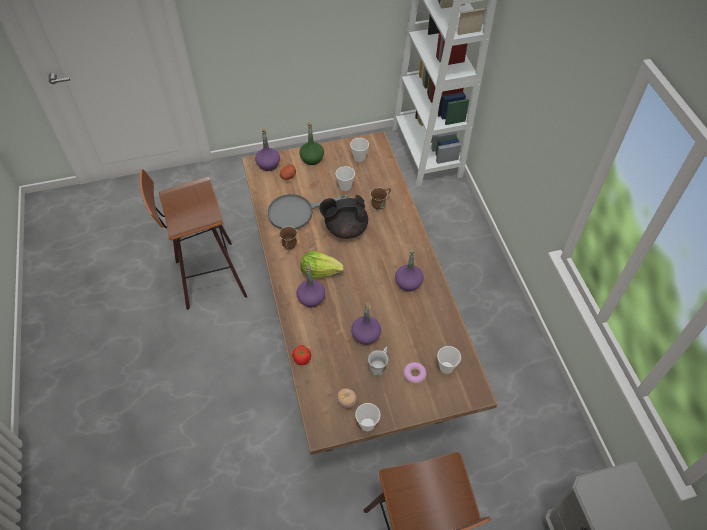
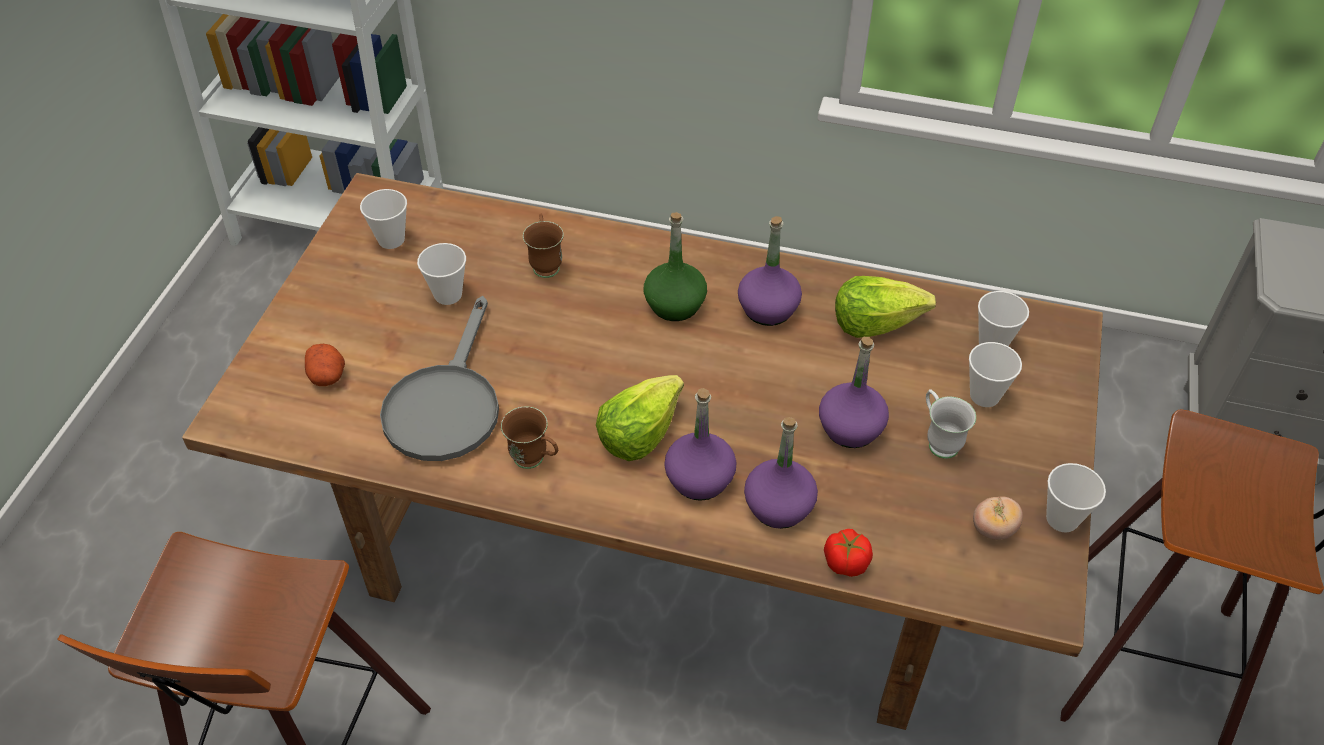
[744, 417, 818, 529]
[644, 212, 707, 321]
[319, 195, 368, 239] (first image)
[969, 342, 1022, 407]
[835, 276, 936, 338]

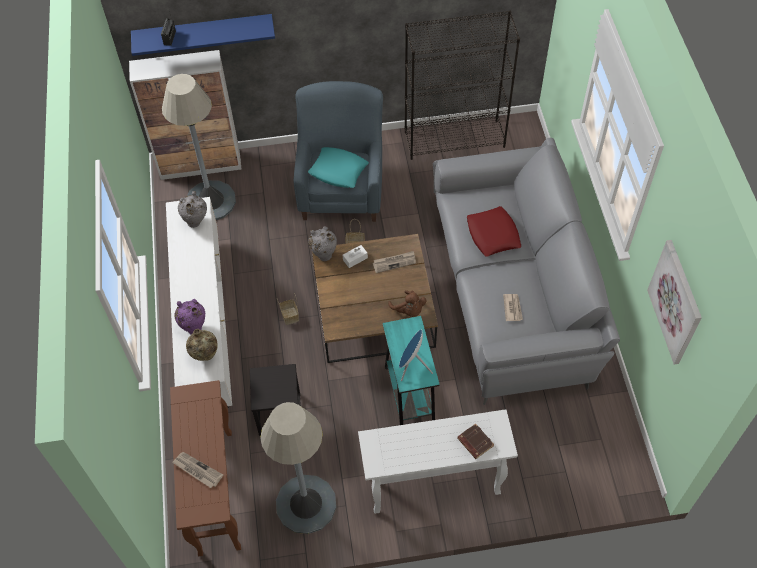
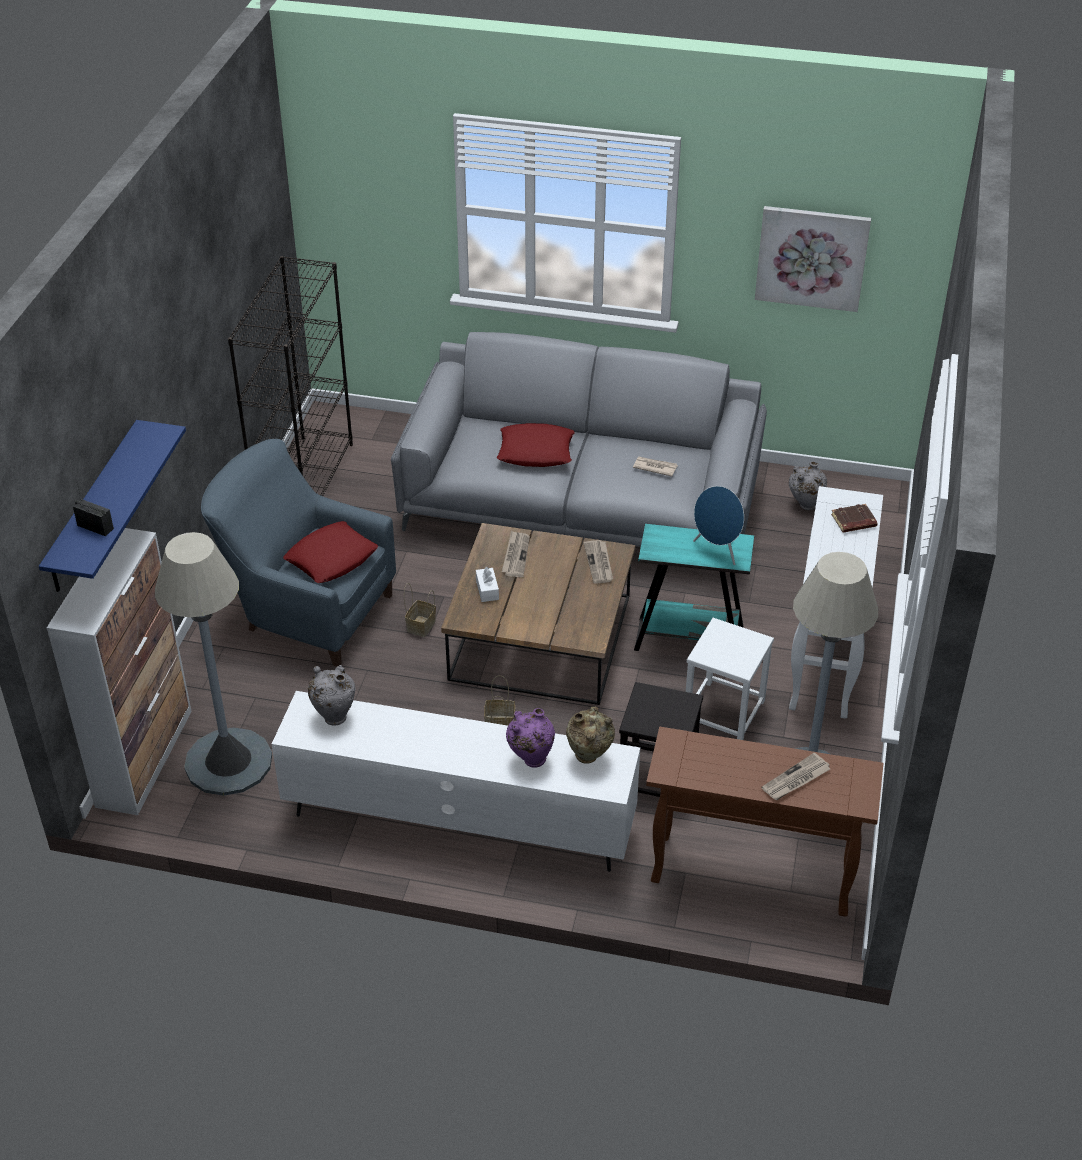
[283, 521, 378, 583]
[789, 461, 827, 510]
[584, 540, 613, 584]
[686, 618, 774, 740]

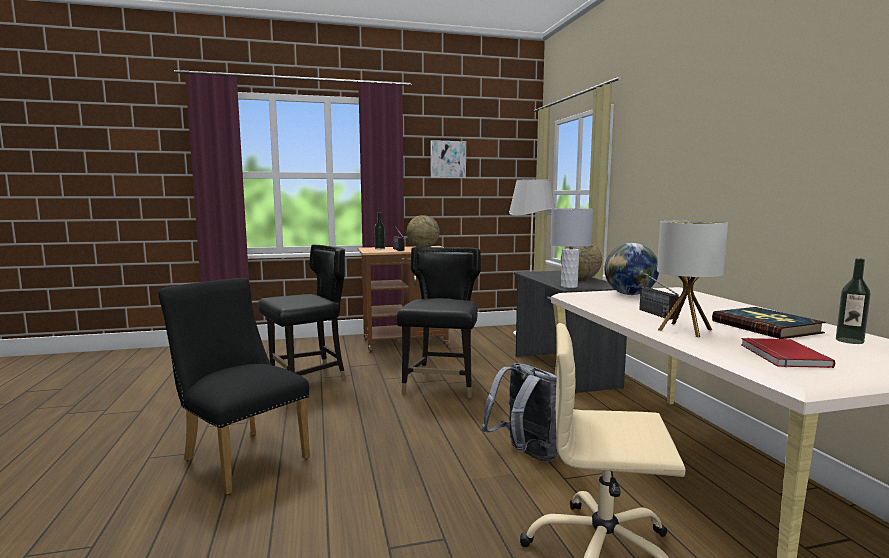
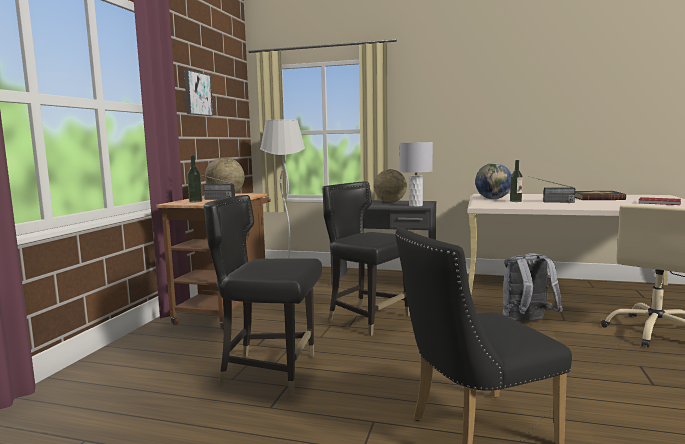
[204, 195, 322, 395]
[657, 221, 728, 337] (first image)
[510, 160, 523, 202]

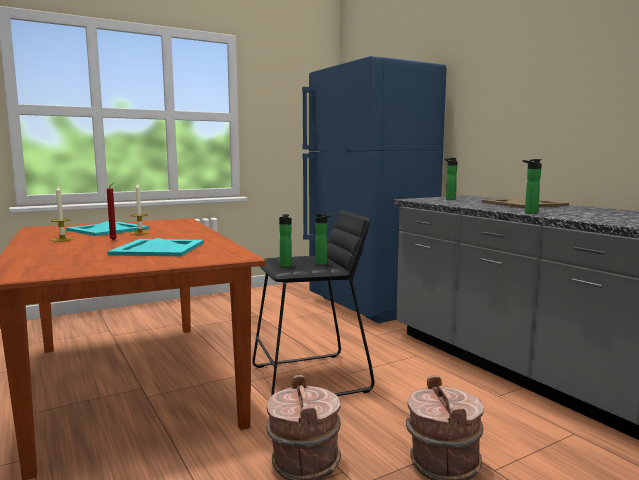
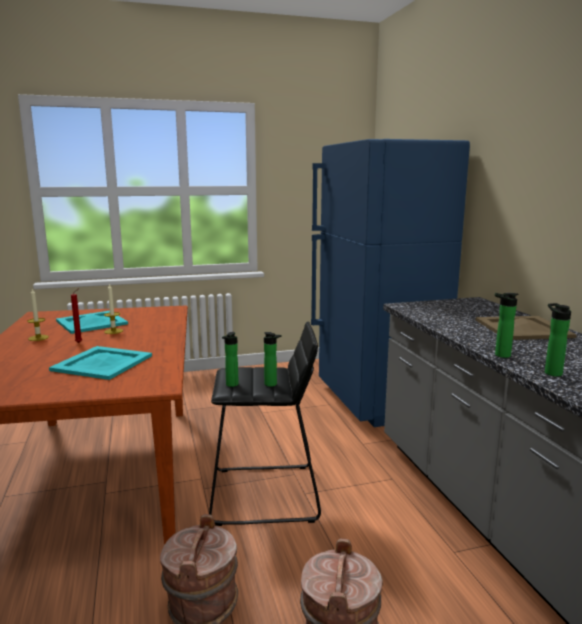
[545, 303, 571, 376]

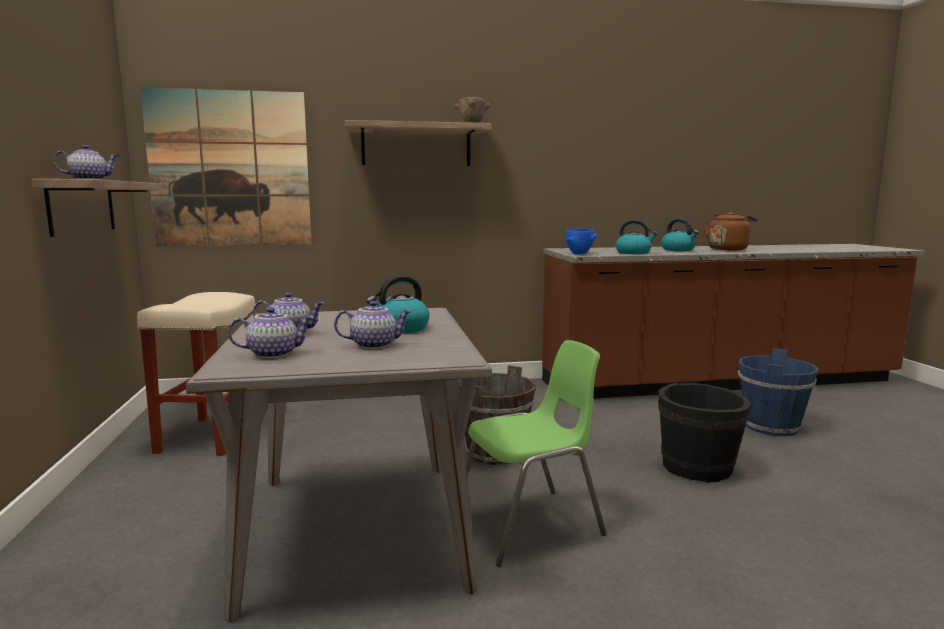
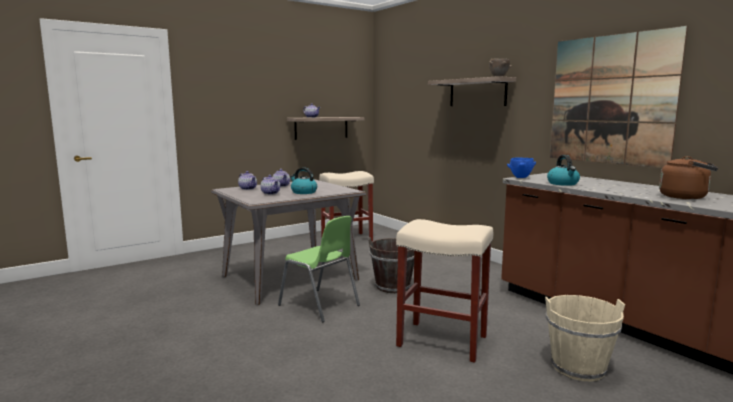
[550, 26, 688, 168]
[396, 219, 493, 363]
[661, 219, 699, 251] (first image)
[545, 295, 625, 382]

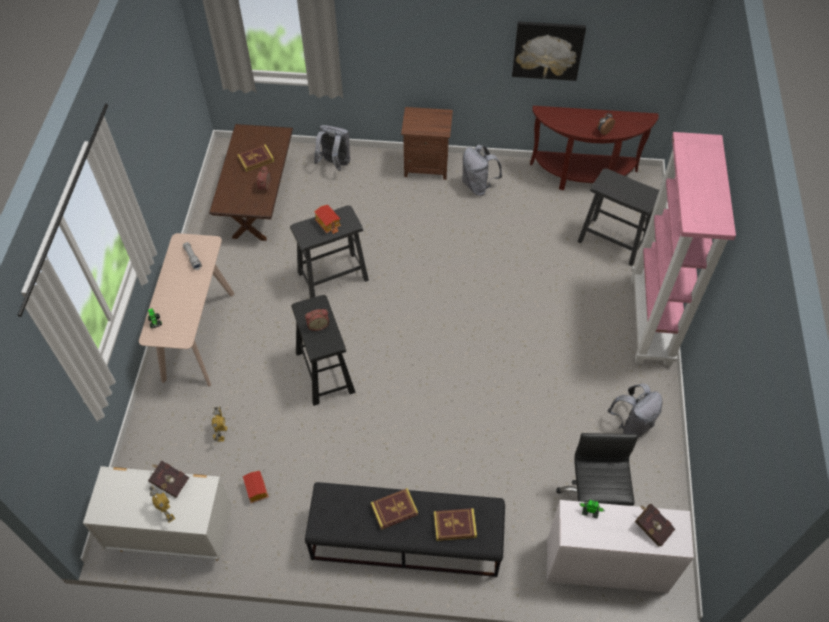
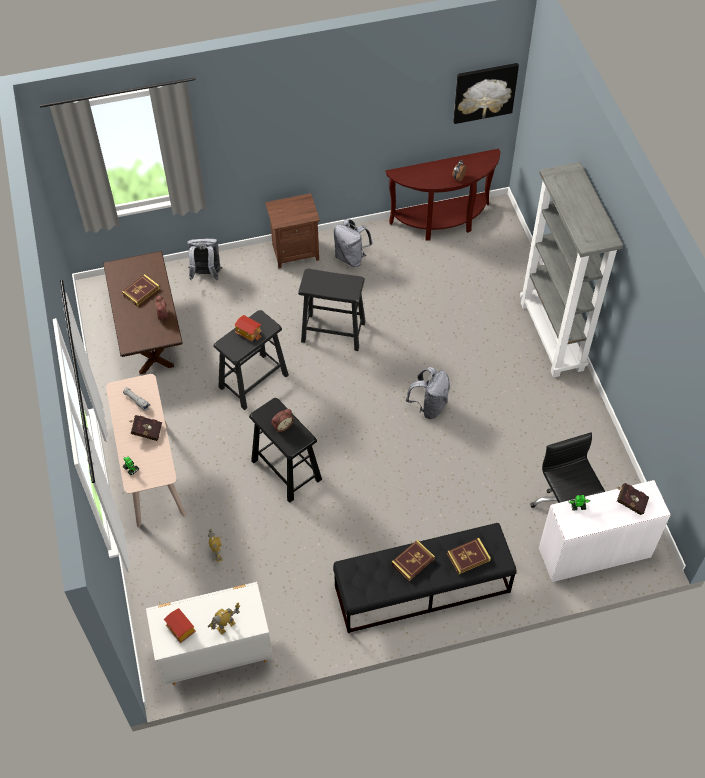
[130, 415, 162, 441]
[208, 602, 240, 634]
[164, 608, 196, 643]
[453, 63, 519, 124]
[298, 268, 366, 351]
[406, 367, 450, 419]
[520, 162, 623, 378]

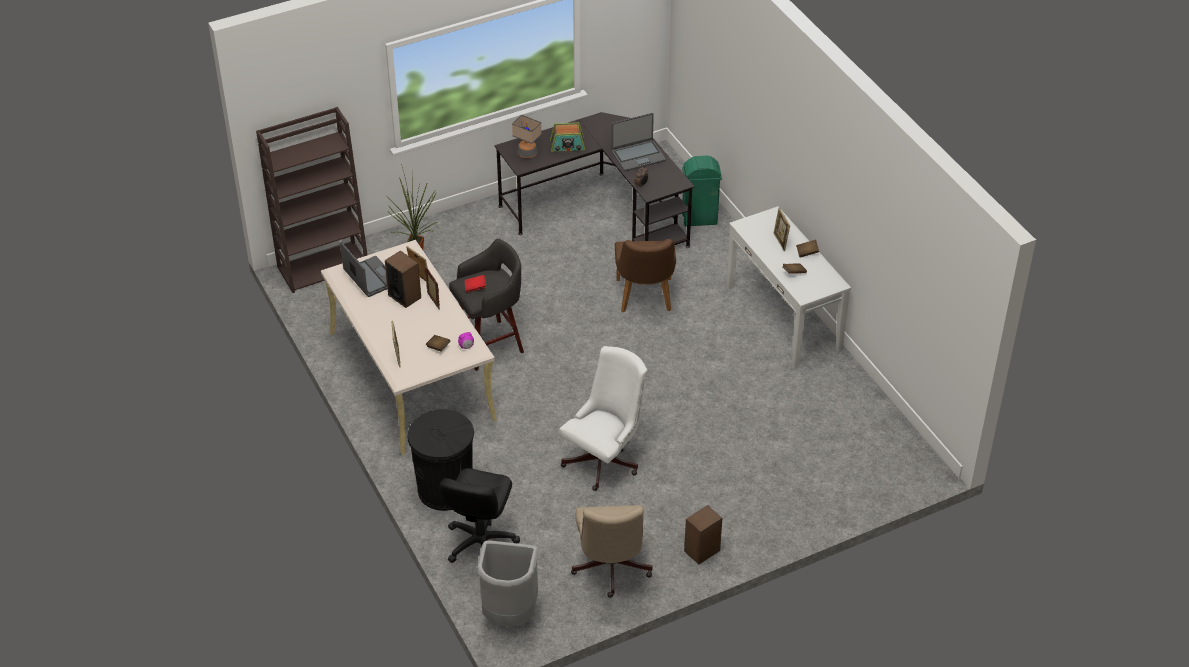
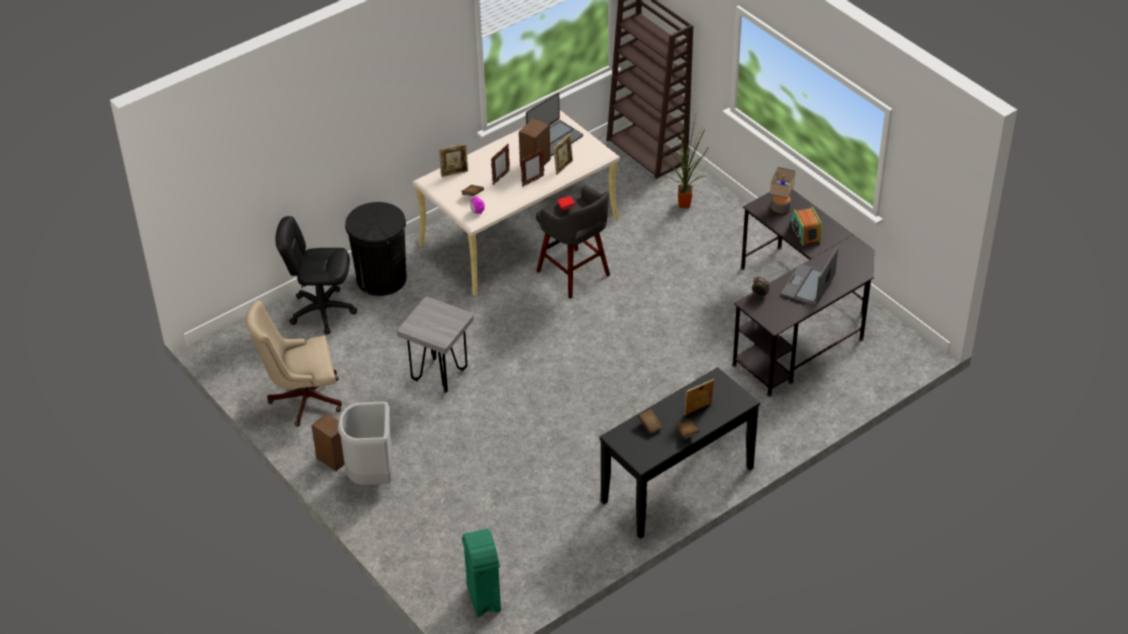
[338, 401, 393, 485]
[397, 296, 474, 393]
[781, 247, 838, 306]
[615, 239, 676, 313] (first image)
[462, 529, 501, 617]
[599, 367, 760, 539]
[491, 144, 510, 185]

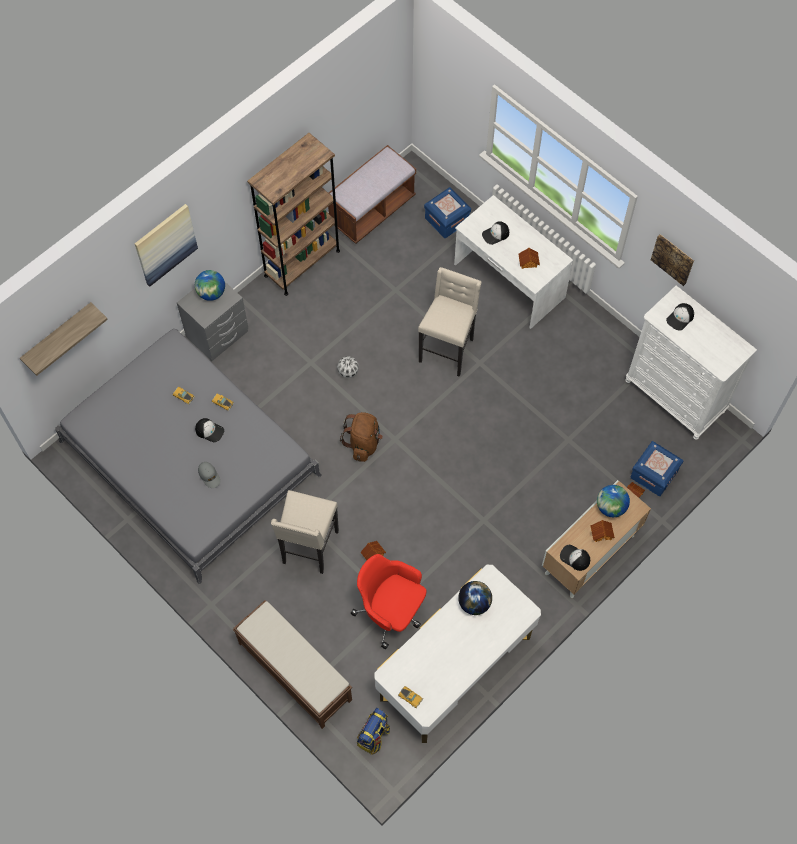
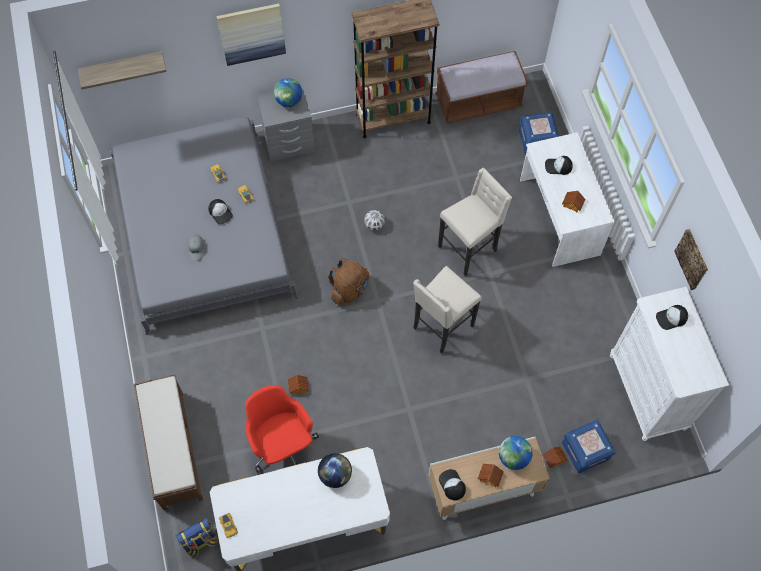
[413, 266, 482, 354]

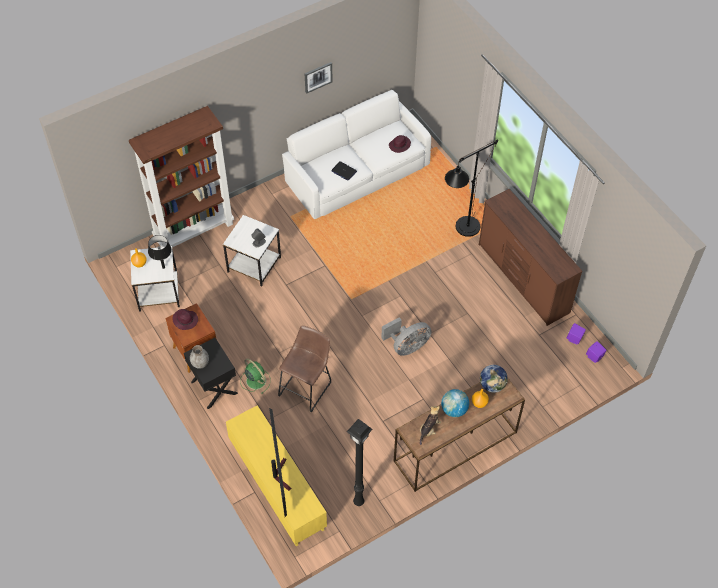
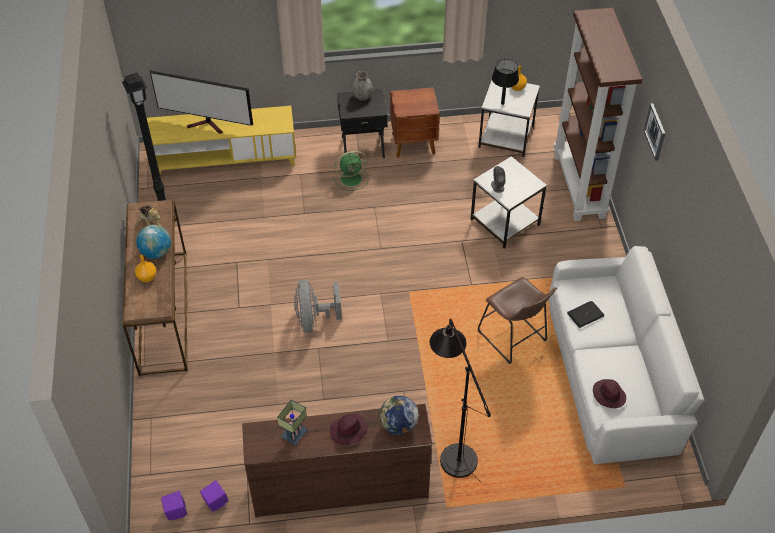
[330, 414, 368, 445]
[478, 277, 557, 364]
[644, 103, 665, 161]
[379, 396, 419, 435]
[277, 399, 308, 445]

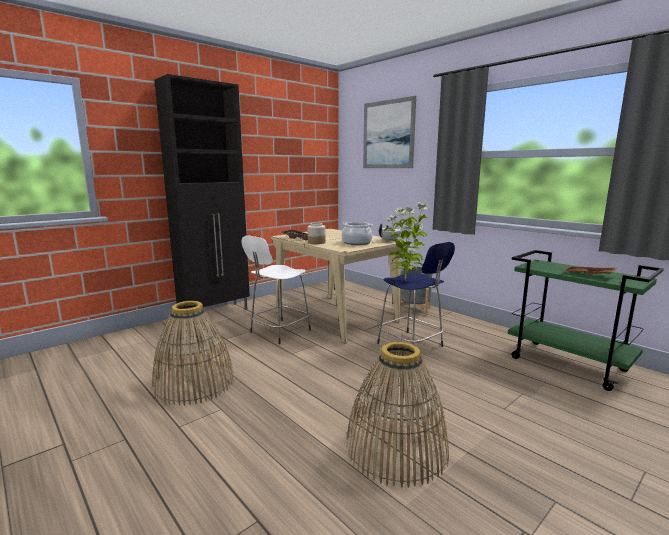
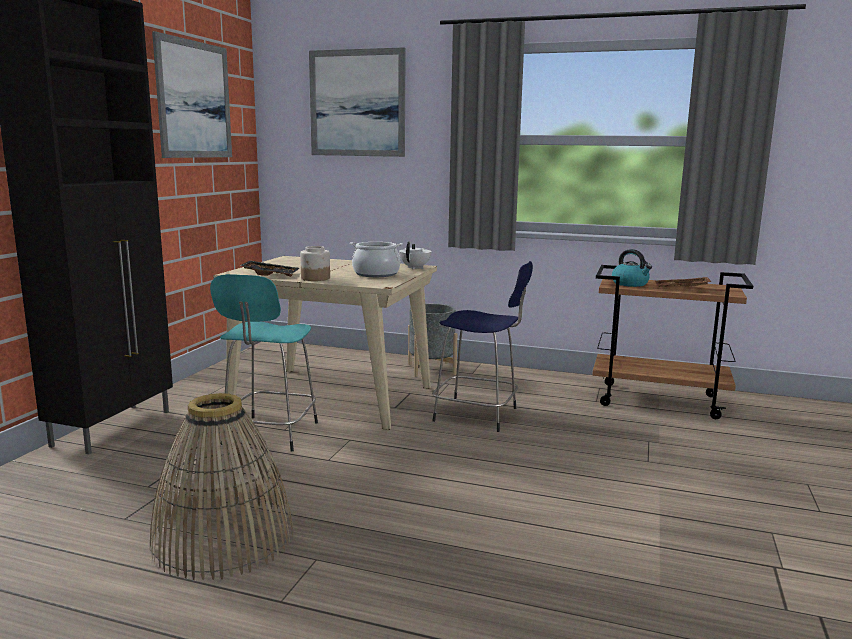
[210, 274, 318, 452]
[346, 342, 449, 488] (first image)
[384, 202, 429, 281] (first image)
[592, 265, 753, 419]
[152, 31, 232, 158]
[612, 249, 652, 287]

